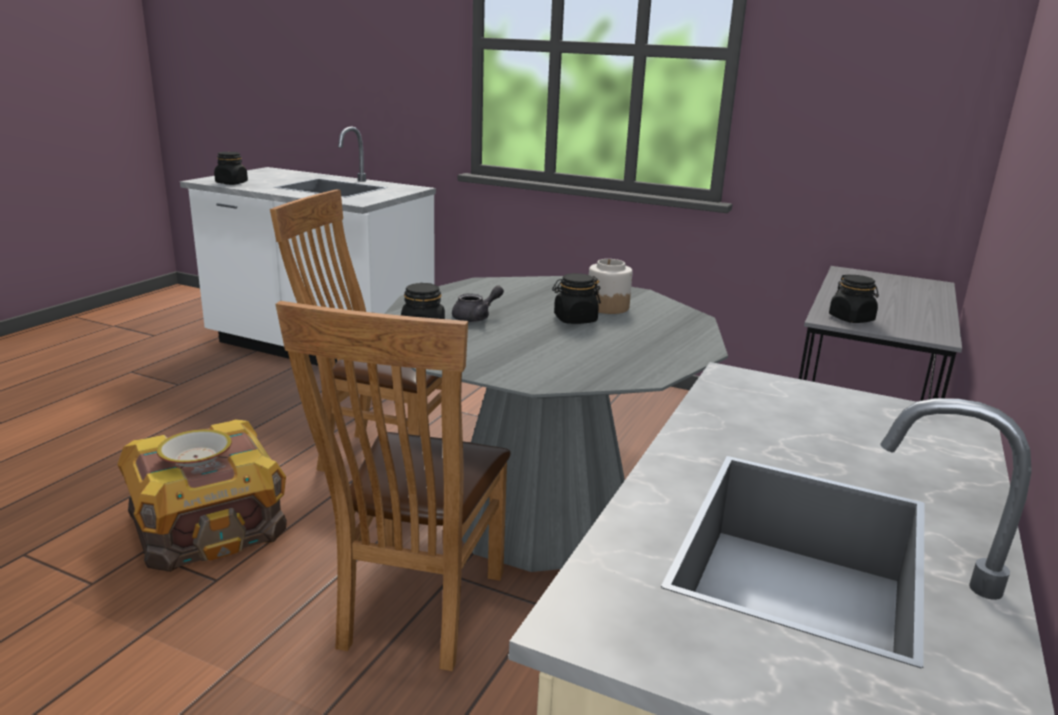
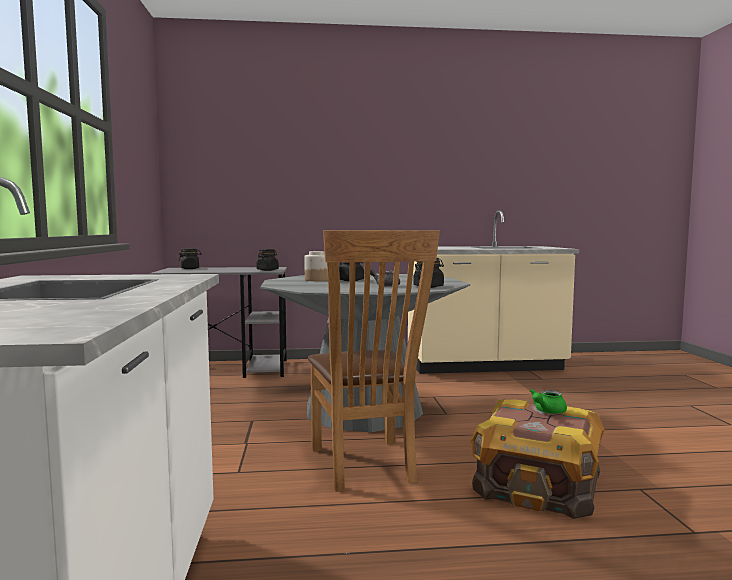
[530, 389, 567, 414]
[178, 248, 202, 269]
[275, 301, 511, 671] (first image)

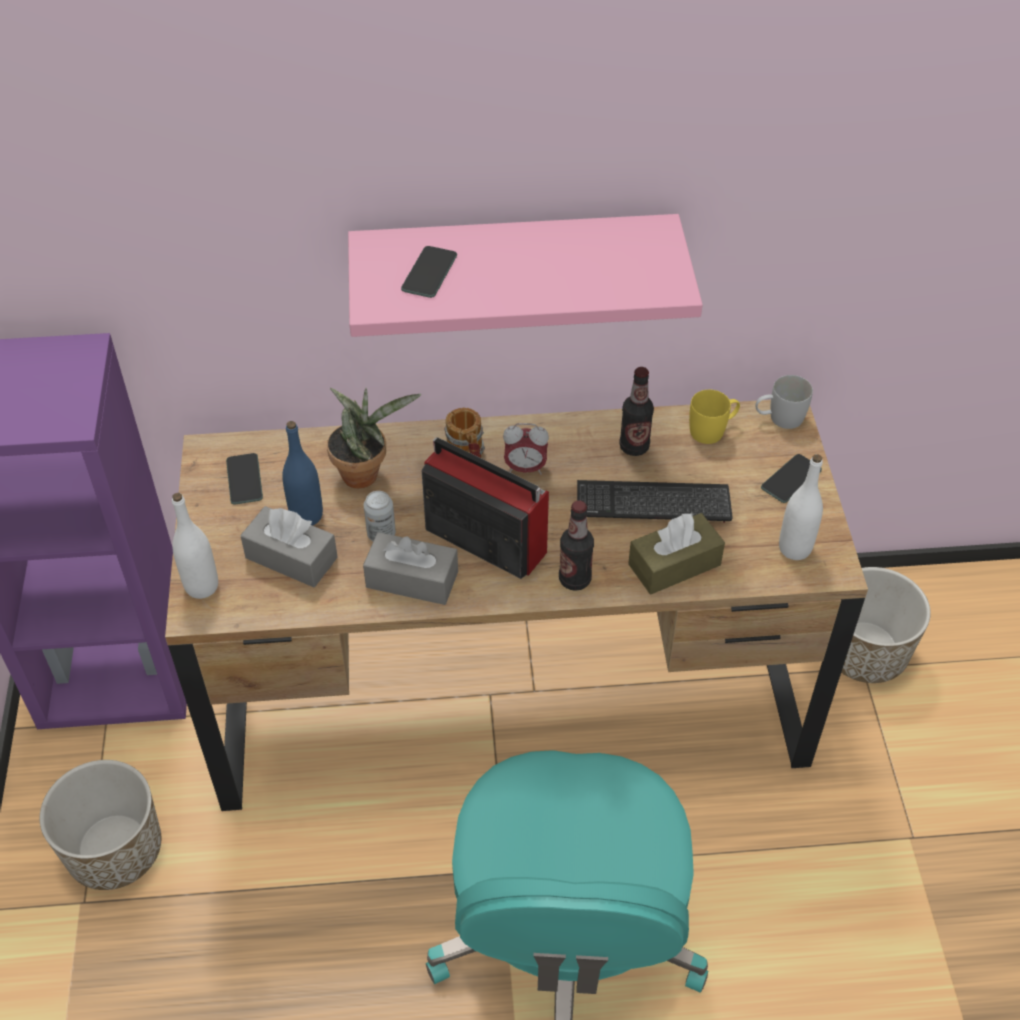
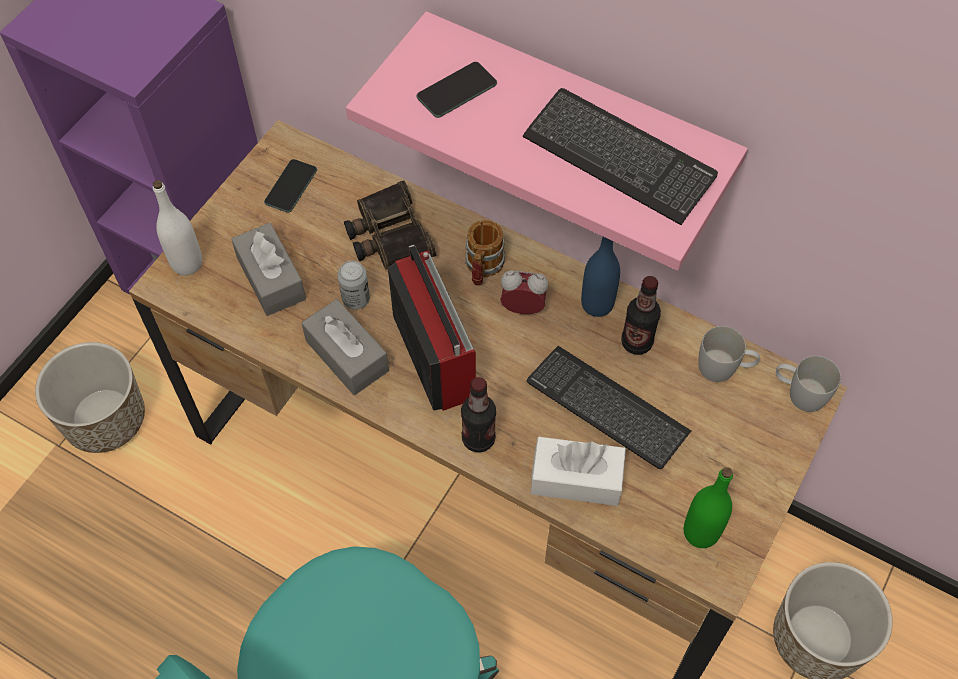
[581, 237, 620, 317]
[344, 180, 437, 269]
[500, 271, 548, 314]
[531, 437, 626, 506]
[698, 326, 760, 382]
[761, 454, 822, 503] (first image)
[684, 467, 733, 548]
[523, 88, 718, 225]

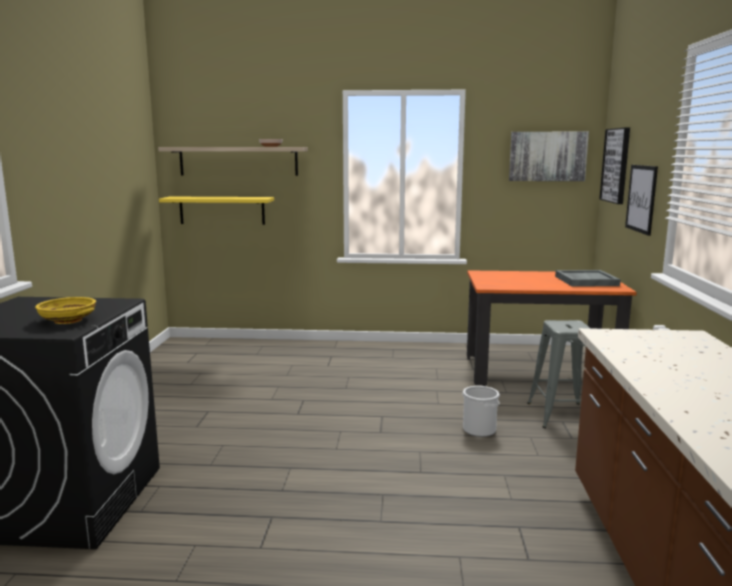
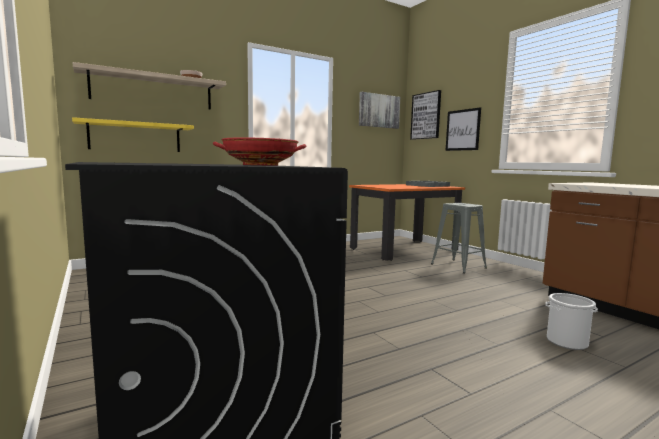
[213, 137, 306, 166]
[545, 293, 598, 350]

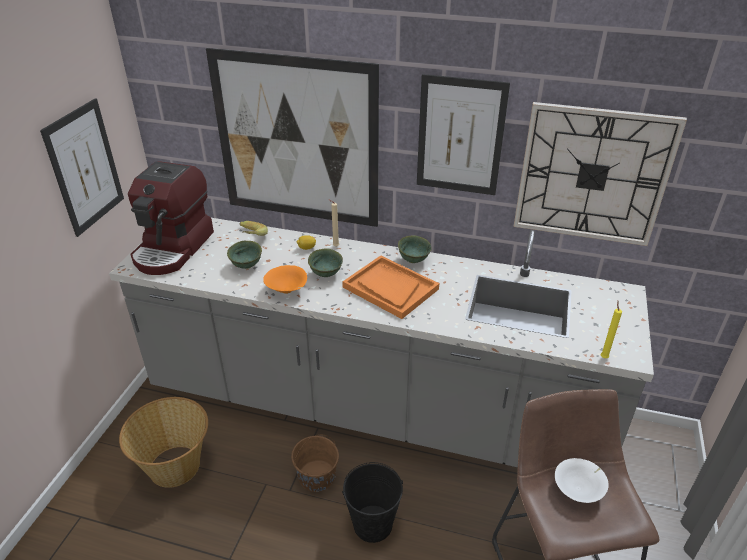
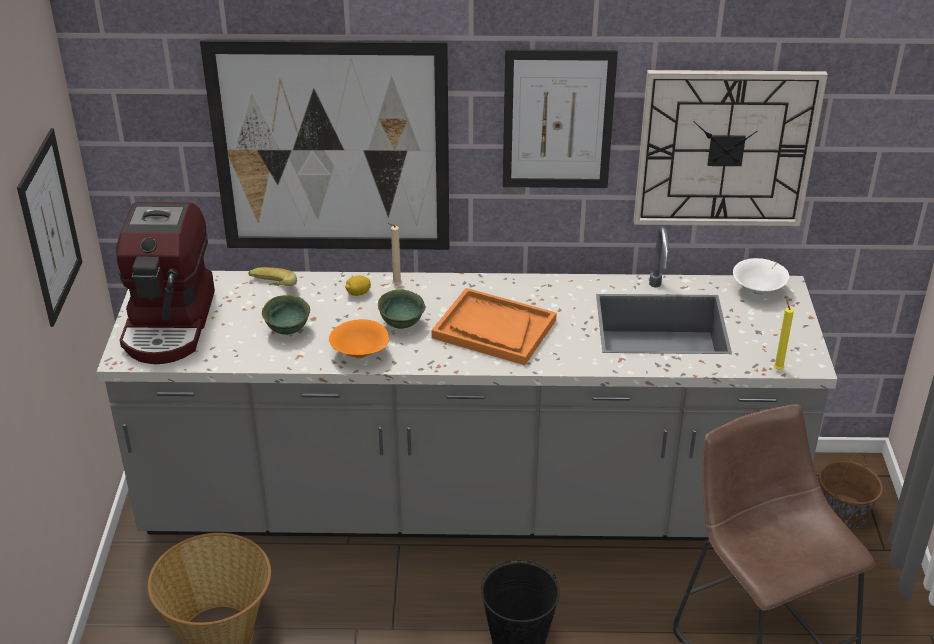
[818, 452, 883, 529]
[398, 235, 432, 263] (first image)
[733, 258, 789, 295]

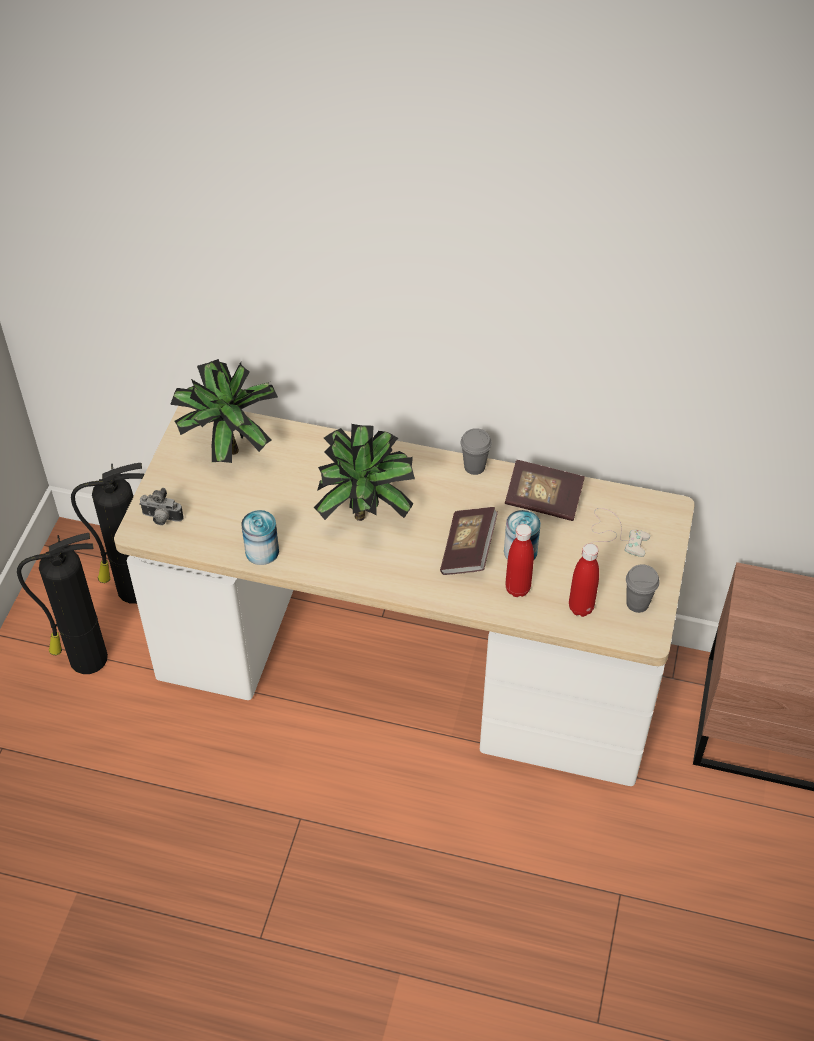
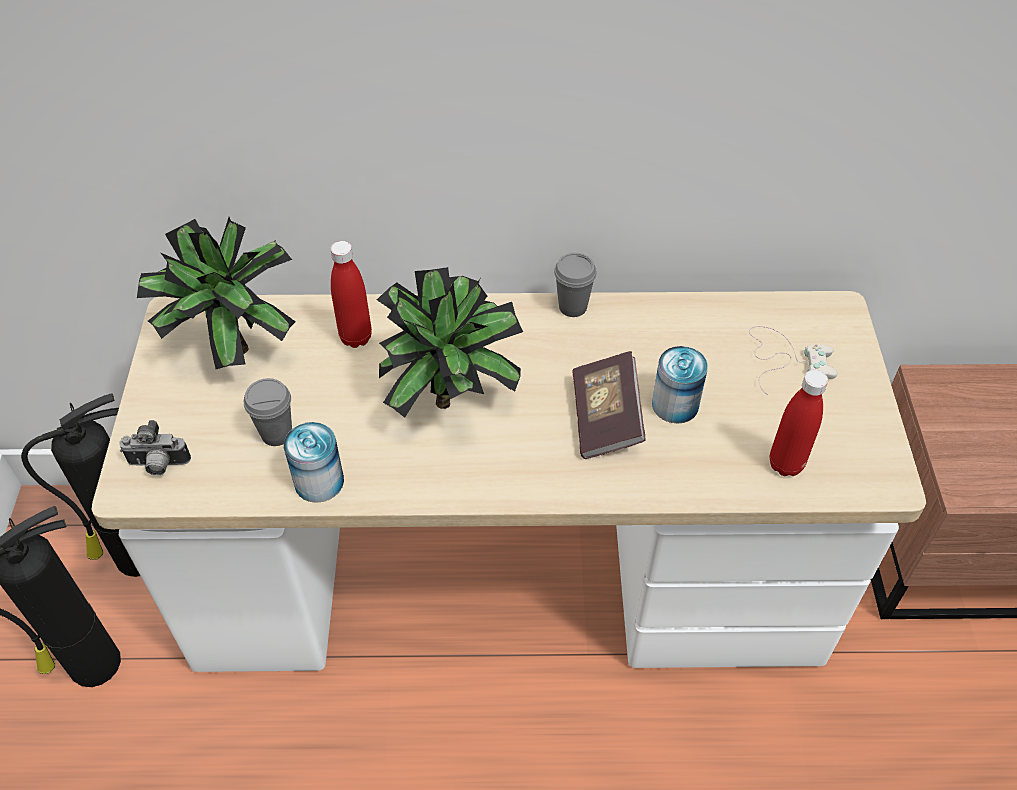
[505, 460, 585, 521] (first image)
[330, 241, 372, 348]
[244, 378, 292, 446]

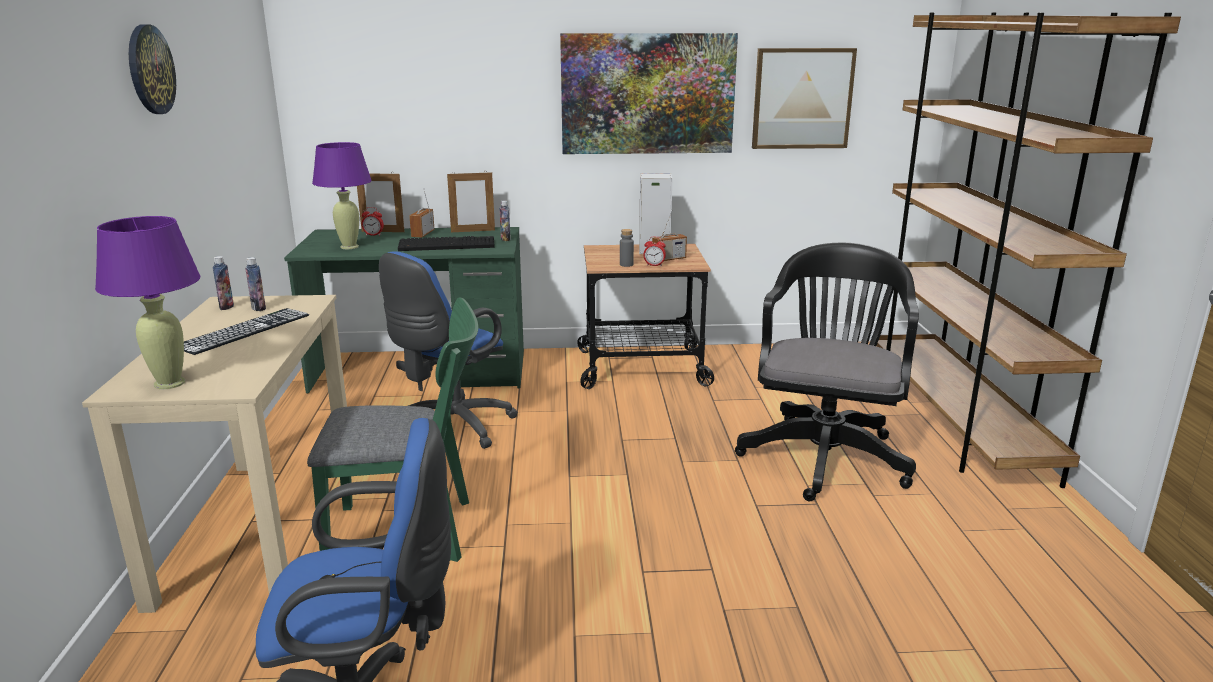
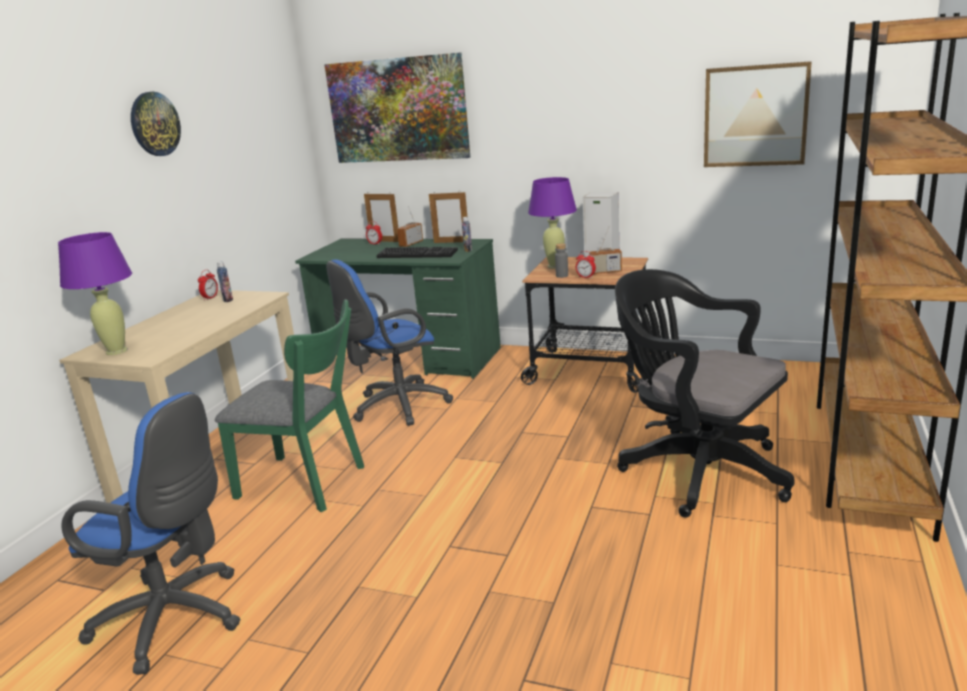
[184, 308, 309, 355] (first image)
[198, 270, 218, 300]
[528, 177, 577, 269]
[324, 52, 470, 163]
[615, 269, 795, 518]

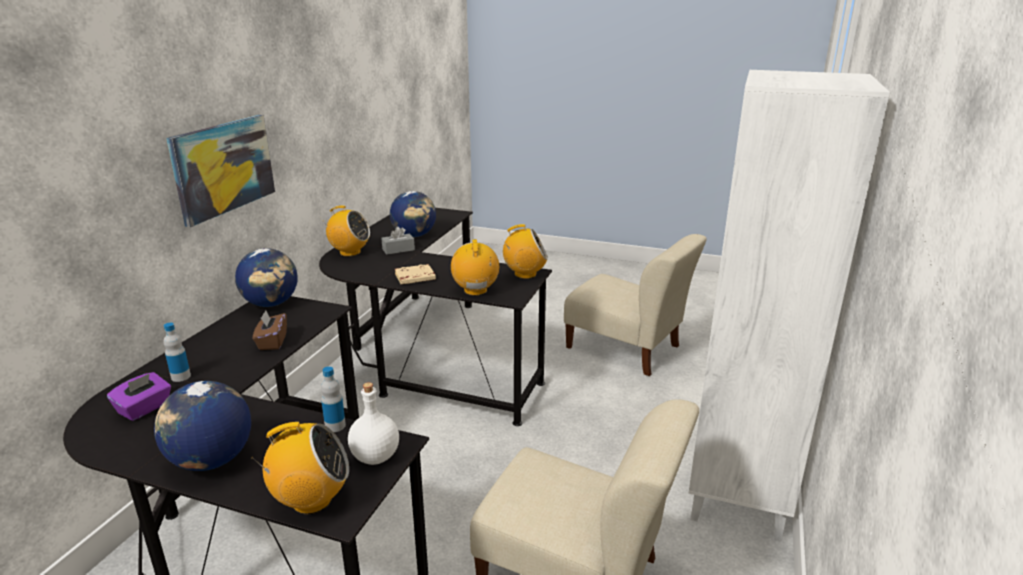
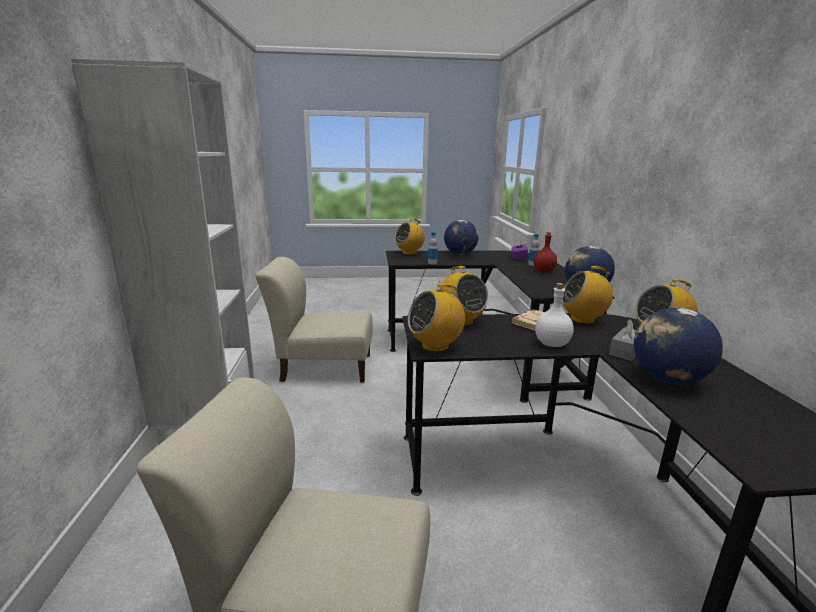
[166, 115, 275, 227] (first image)
[253, 310, 287, 350] (first image)
[535, 283, 574, 347]
[534, 232, 557, 272]
[562, 266, 613, 324]

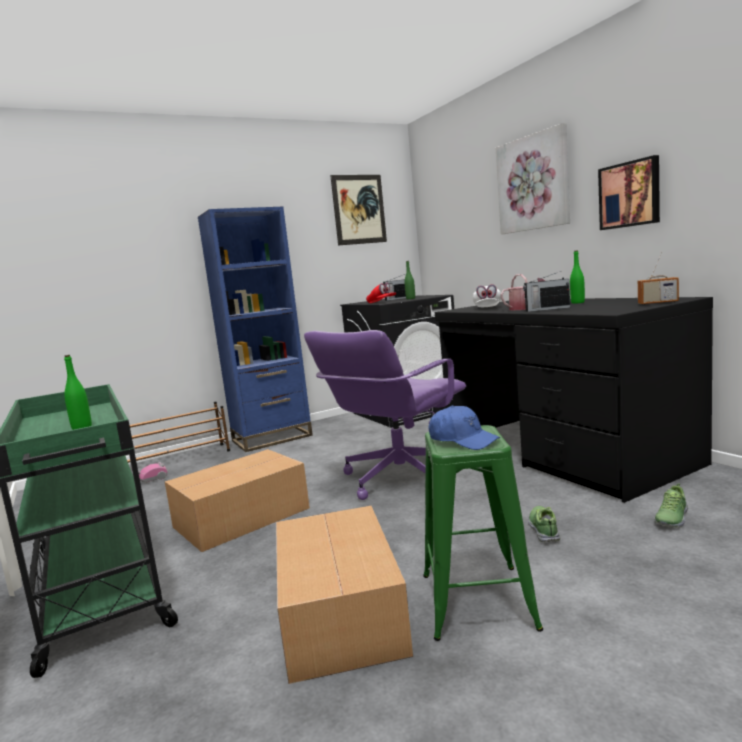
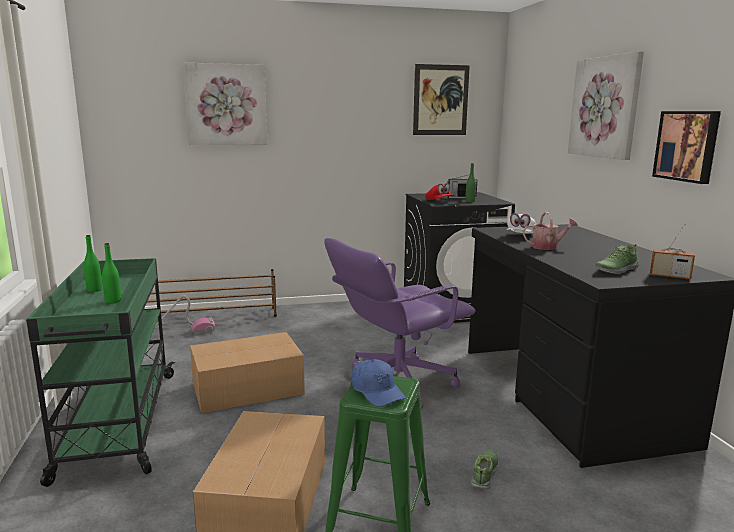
[198, 207, 313, 452] (first image)
[523, 271, 570, 312] (first image)
[84, 235, 102, 292]
[595, 244, 639, 274]
[183, 63, 268, 145]

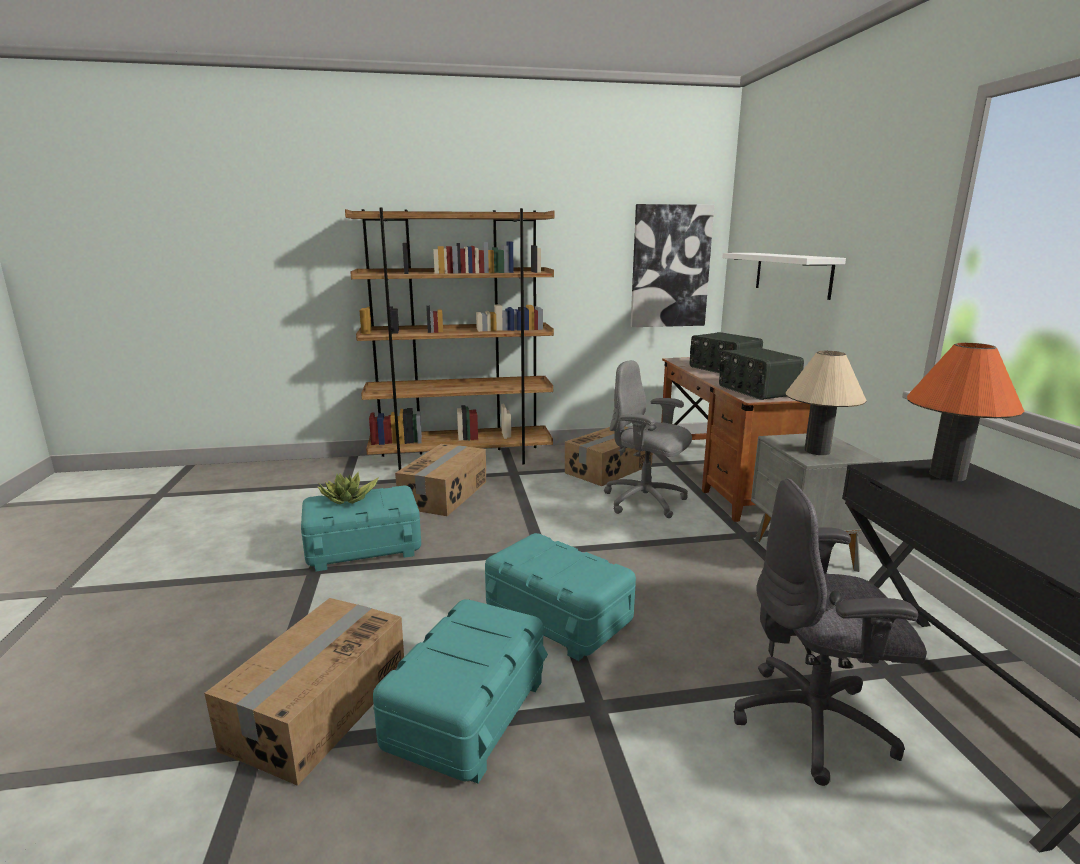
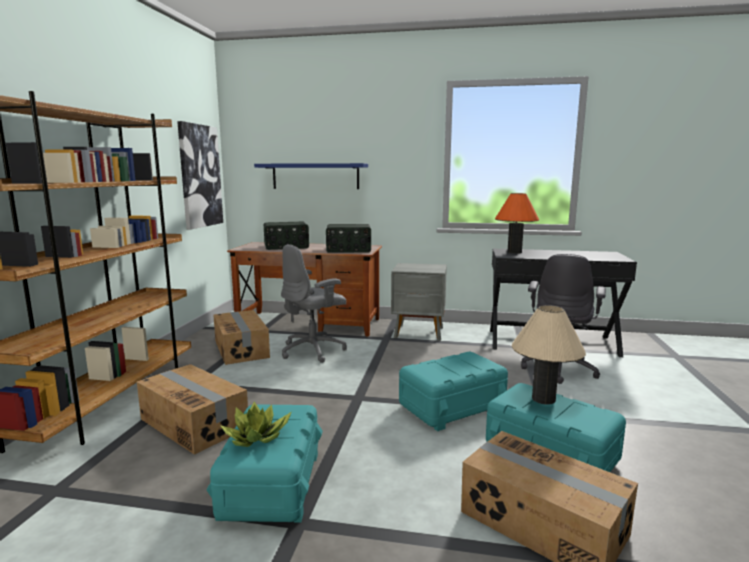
[254, 163, 368, 189]
[512, 305, 586, 405]

